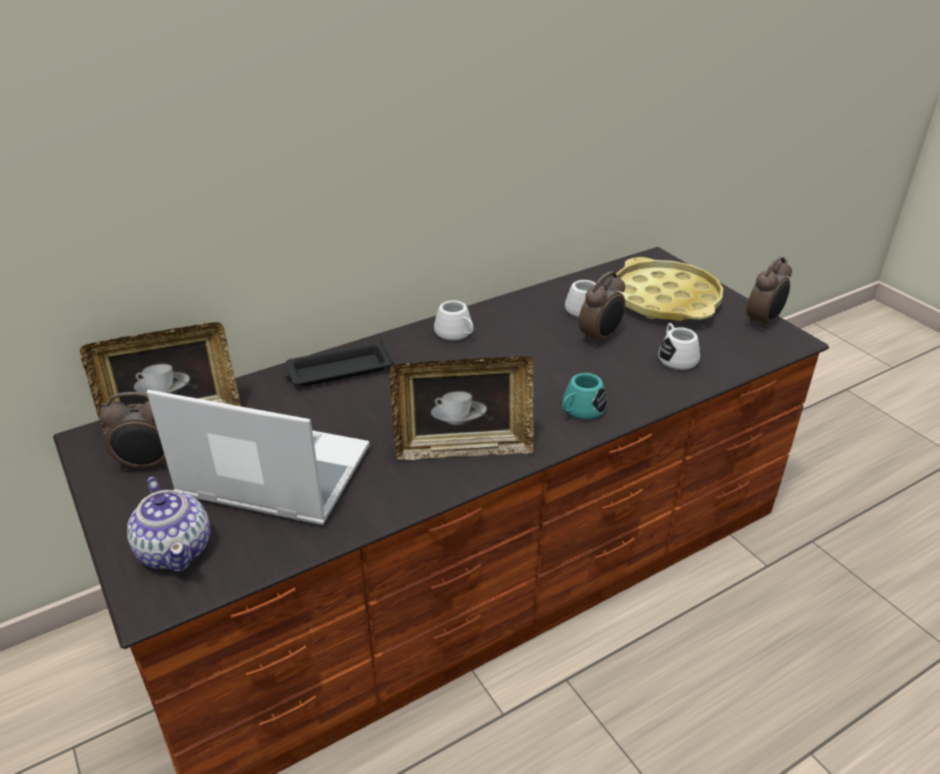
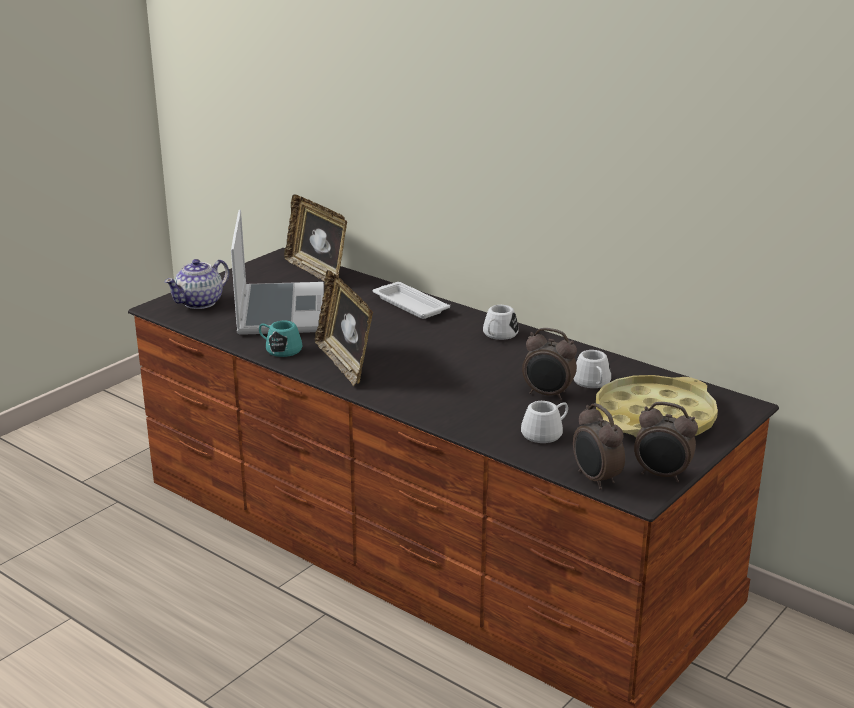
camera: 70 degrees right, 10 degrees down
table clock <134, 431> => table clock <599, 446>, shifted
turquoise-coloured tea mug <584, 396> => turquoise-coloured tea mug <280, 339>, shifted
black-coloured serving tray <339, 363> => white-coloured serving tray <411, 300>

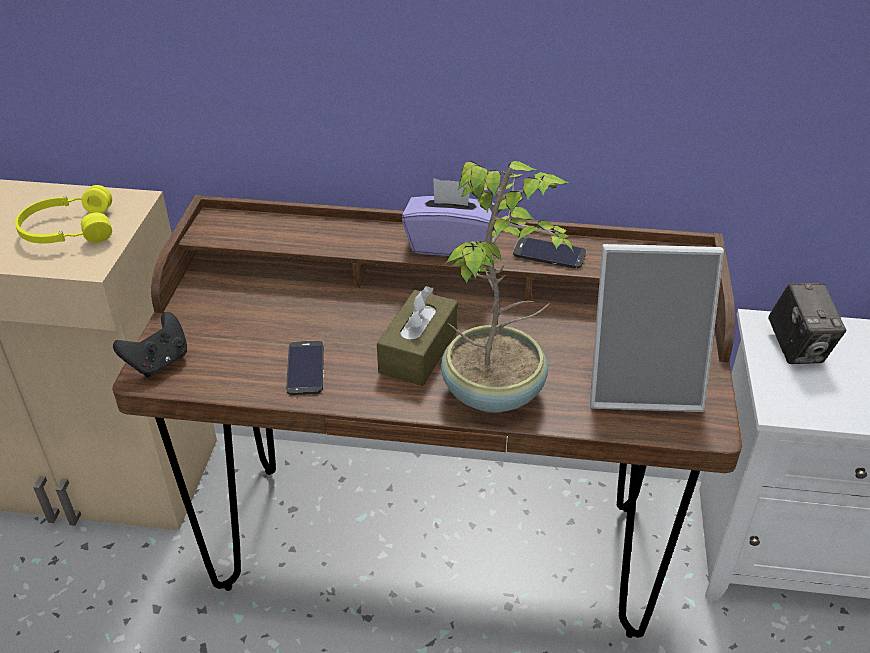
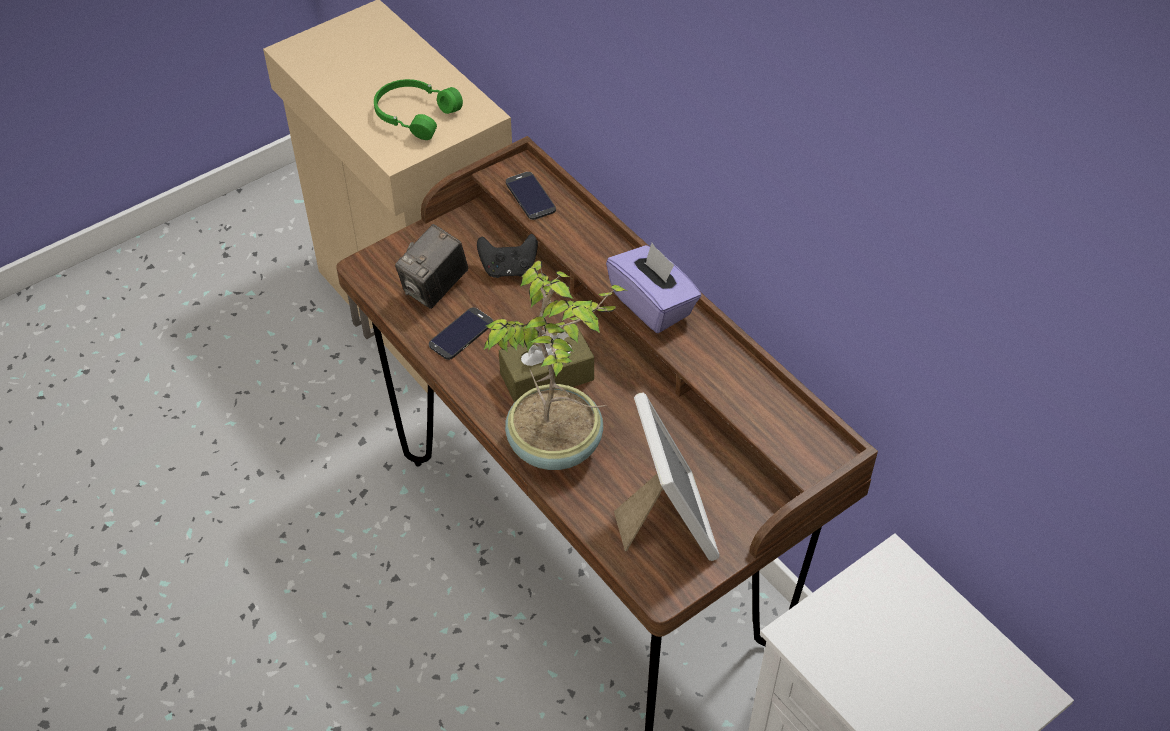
camera: 45 degrees right, 10 degrees up
black-coloured game controller <150, 344> => black-coloured game controller <507, 256>, shifted
handset <549, 253> => handset <531, 196>, shifted
still camera <807, 323> => still camera <431, 266>, shifted
yellow pair of headphones <63, 214> => greenish pair of headphones <418, 109>
standing frame <657, 328> => standing frame <666, 477>, 150 degrees counterclockwise

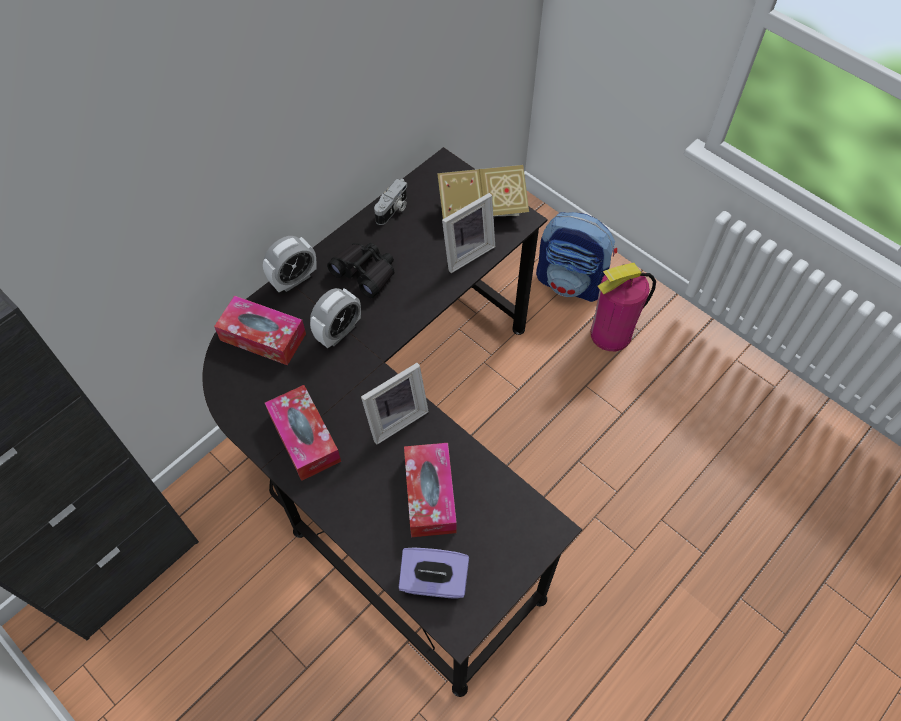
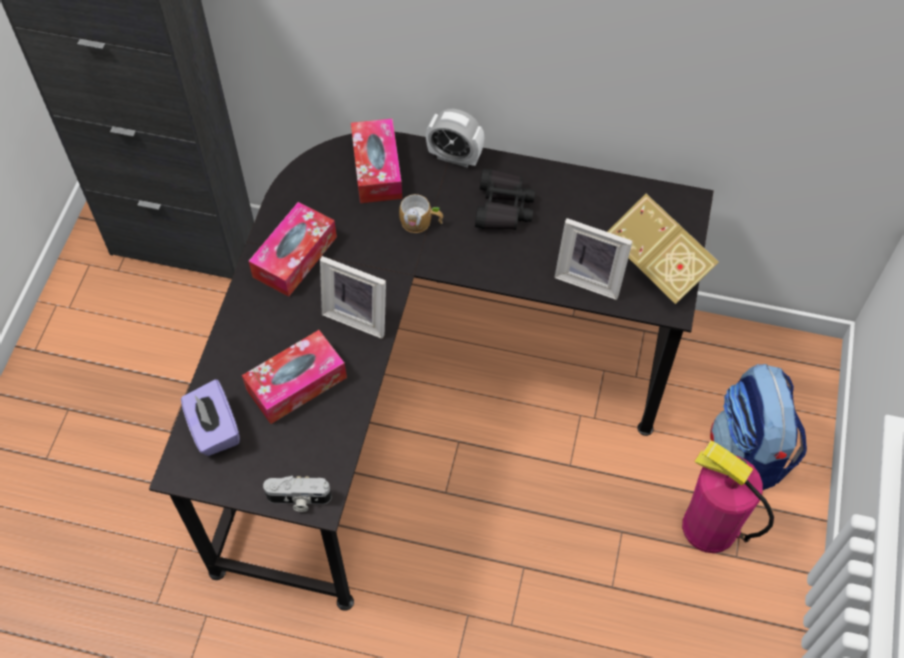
camera: 60 degrees right, 0 degrees up
still camera <390, 202> => still camera <297, 494>, shifted
table clock <335, 318> => tea mug <421, 213>

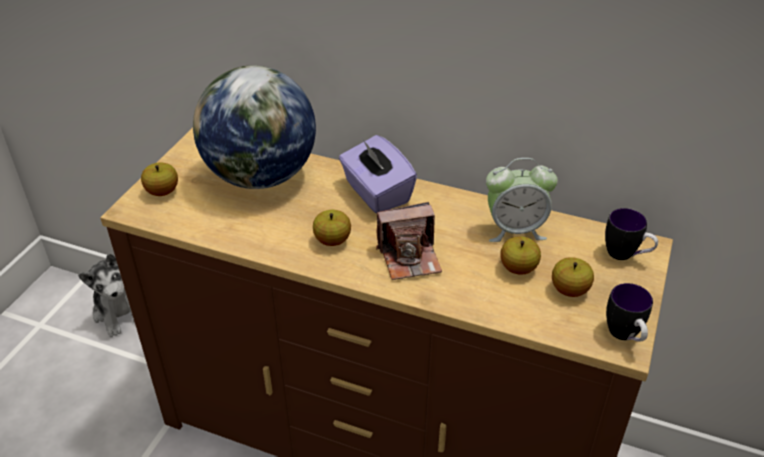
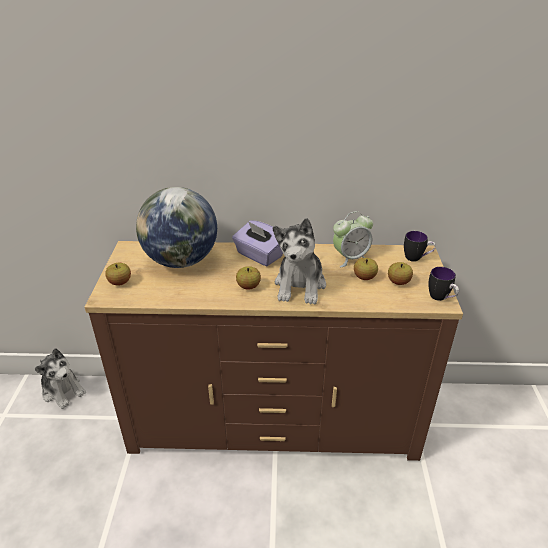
camera: 20 degrees left, 5 degrees down
still camera <409, 241> => plush toy <299, 261>

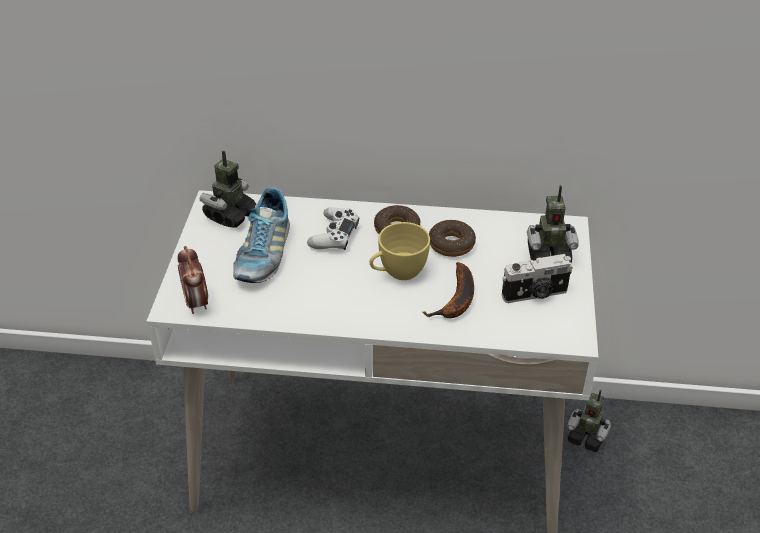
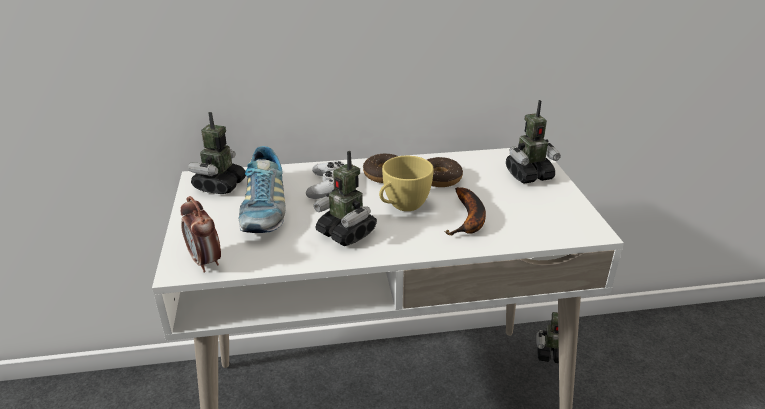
camera: 15 degrees left, 10 degrees down
still camera <537, 278> => nothing
nothing => model robot <345, 198>

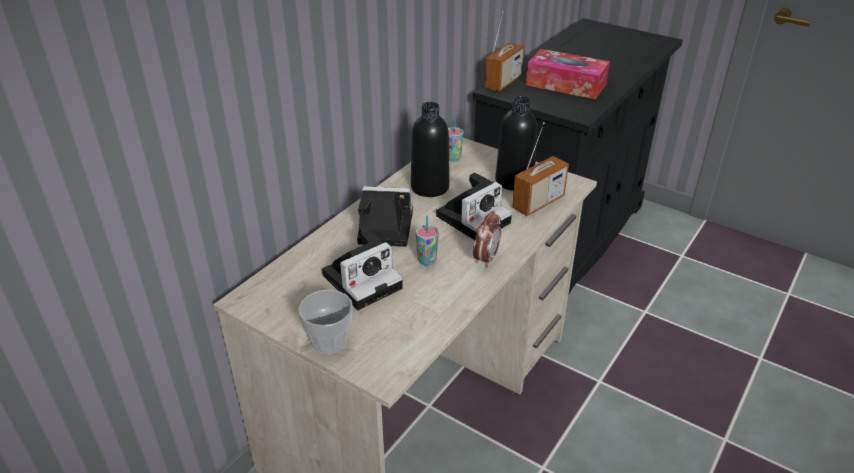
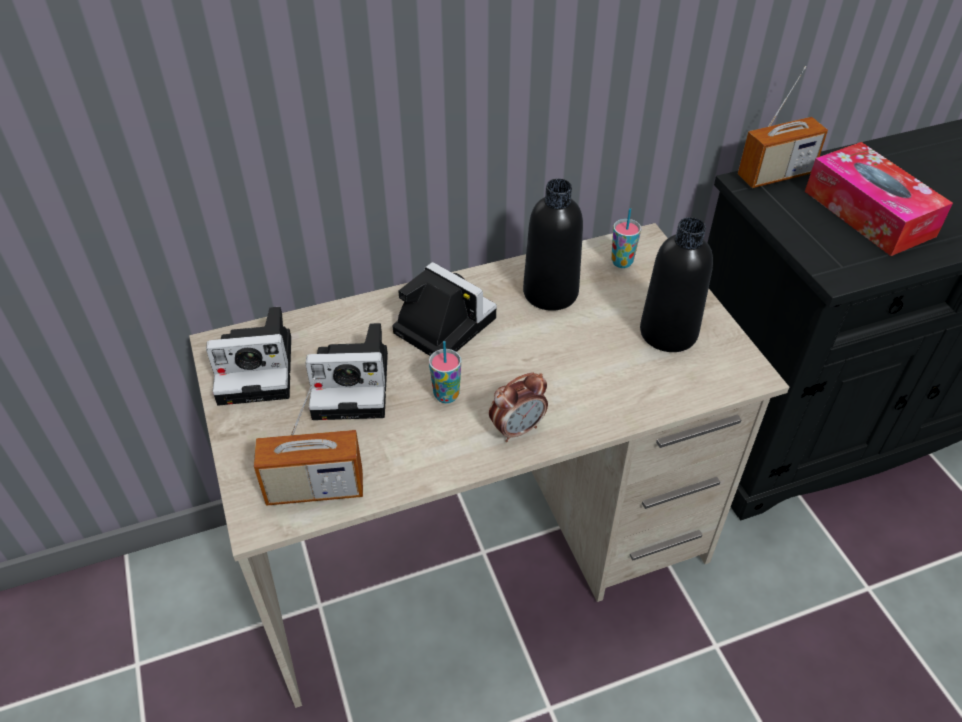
camera: 35 degrees right, 10 degrees up
drinking cup <325, 322> => nothing
still camera <474, 206> => still camera <248, 356>, shifted
radio receiver <540, 169> => radio receiver <308, 442>, shifted

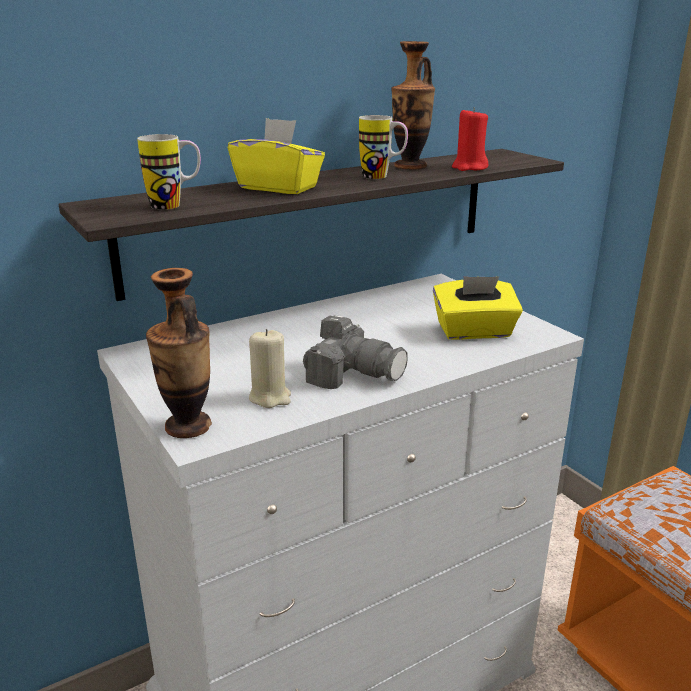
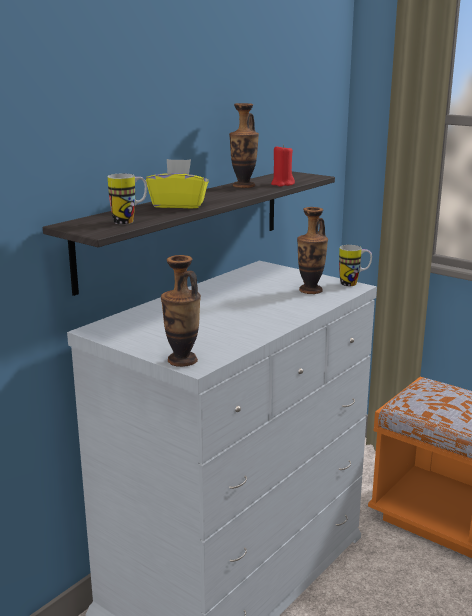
camera: 20 degrees left, 5 degrees down
sand-coloured wax candle <270, 368> => nothing
still camera <355, 352> => nothing
tea mug <383, 147> => tea mug <355, 265>, shifted
yellow tissue box <478, 308> => vase <312, 250>

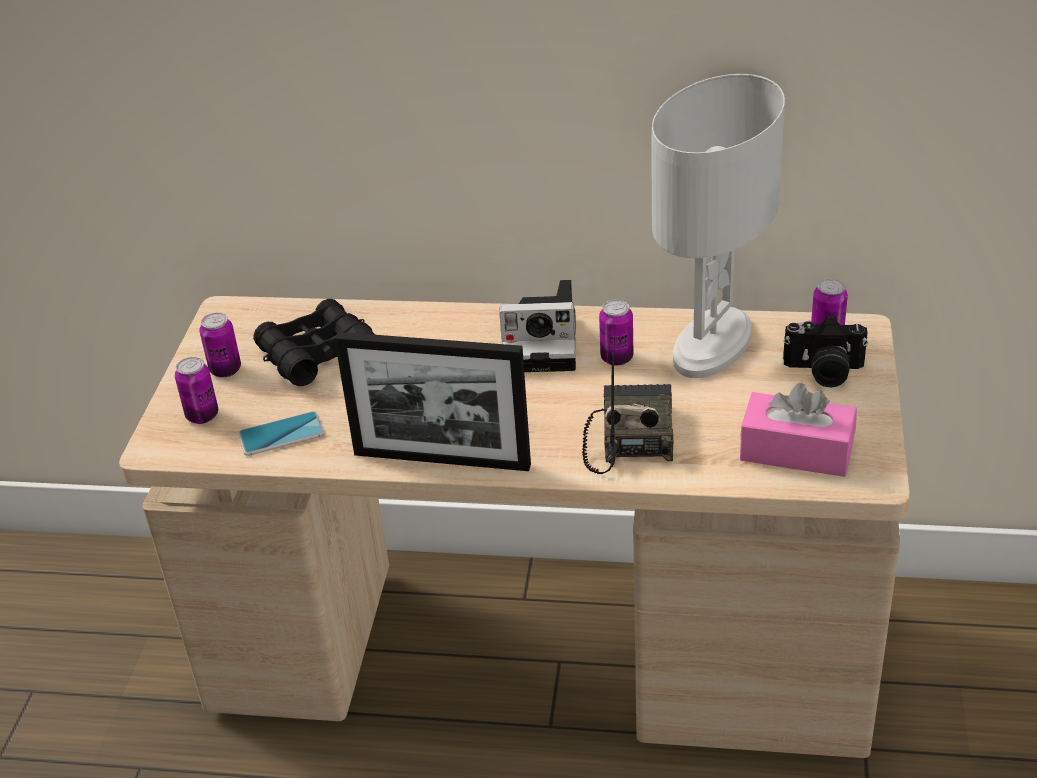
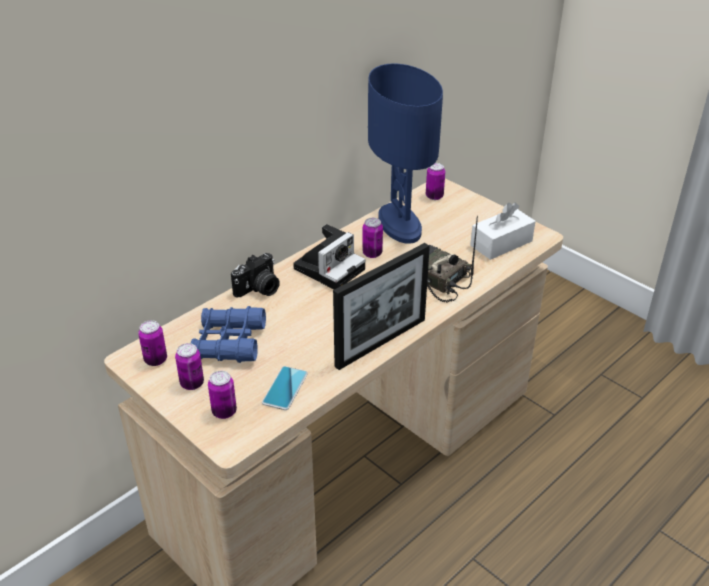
camera: 55 degrees left, 0 degrees up
nothing => sealed can <152, 343>
still camera <825, 351> => still camera <255, 275>, shifted
black-coloured pair of binoculars <314, 342> => blue pair of binoculars <228, 334>
white-coloured lamp for a table <718, 226> => blue lamp for a table <405, 154>
pinkish tissue box <798, 430> => white-coloured tissue box <503, 231>

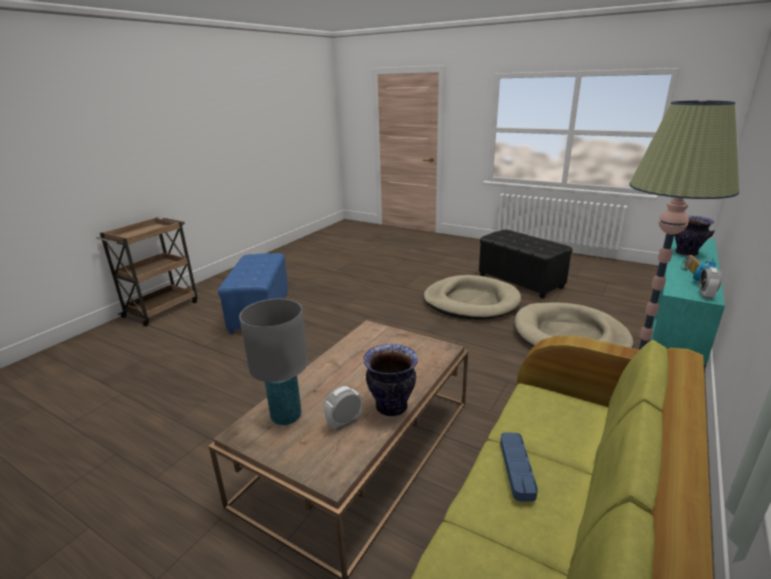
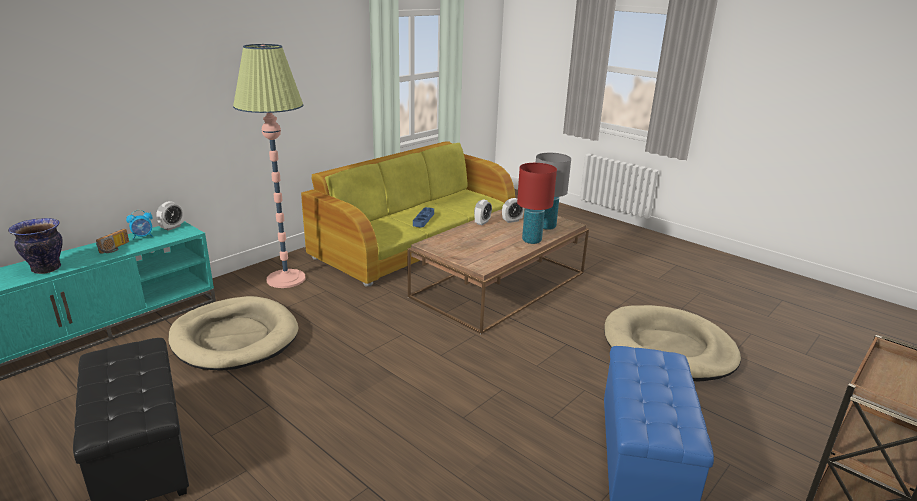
camera: 170 degrees left, 0 degrees up
nothing => red lamp for a table <537, 203>
sand-coloured dog bed <472, 297> => sand-coloured dog bed <672, 343>, shifted
vase <391, 380> => table clock <483, 212>

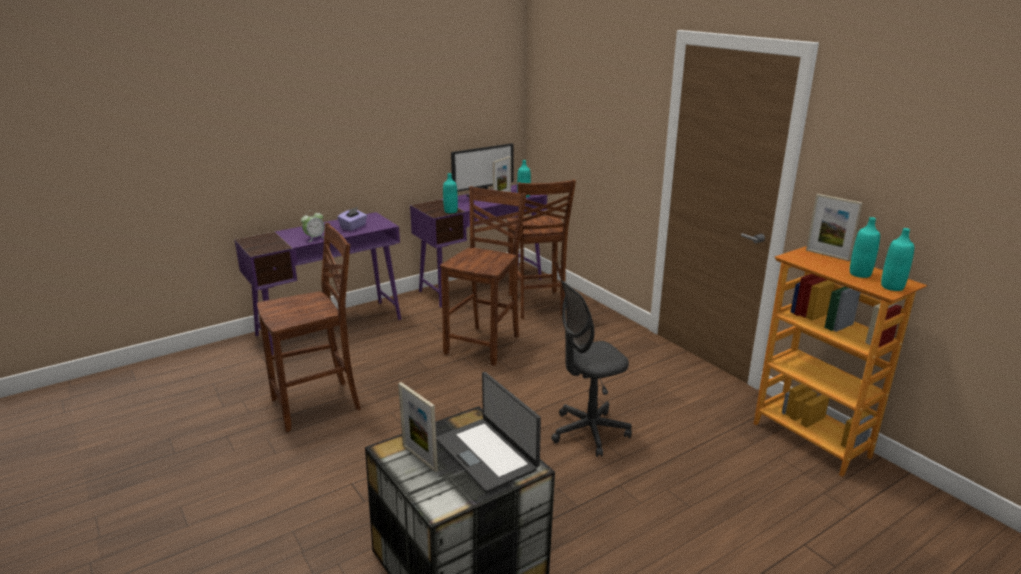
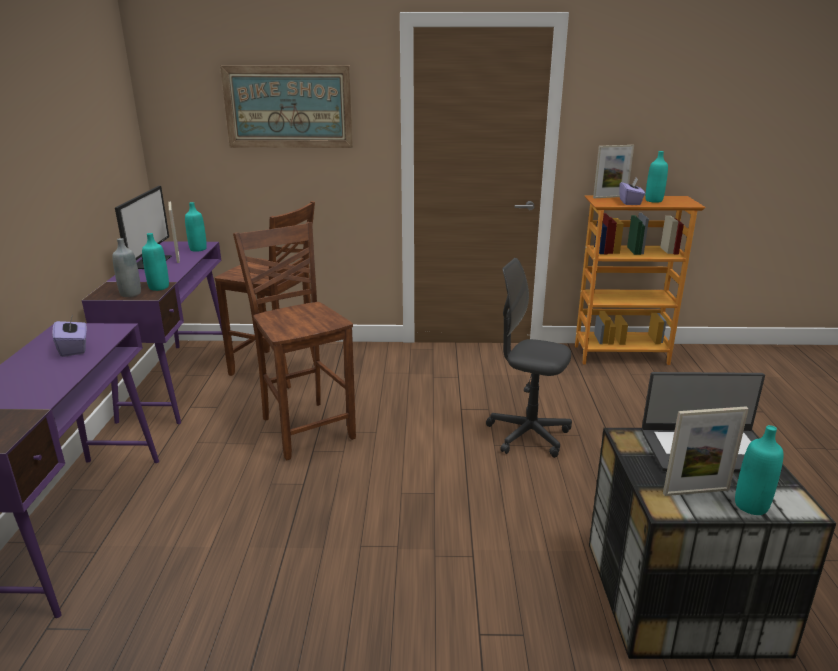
camera: 55 degrees left, 0 degrees up
brown plain chair <309, 327> => nothing
table clock <313, 226> => nothing
nothing => gray beverage bottle <126, 267>
nothing => picture <286, 107>
nothing => purple tissue box <632, 191>
turquoise-coloured beverage bottle <897, 259> => turquoise-coloured beverage bottle <759, 470>, shifted
gray desk chair <591, 368> => gray desk chair <529, 358>, 105 degrees clockwise

